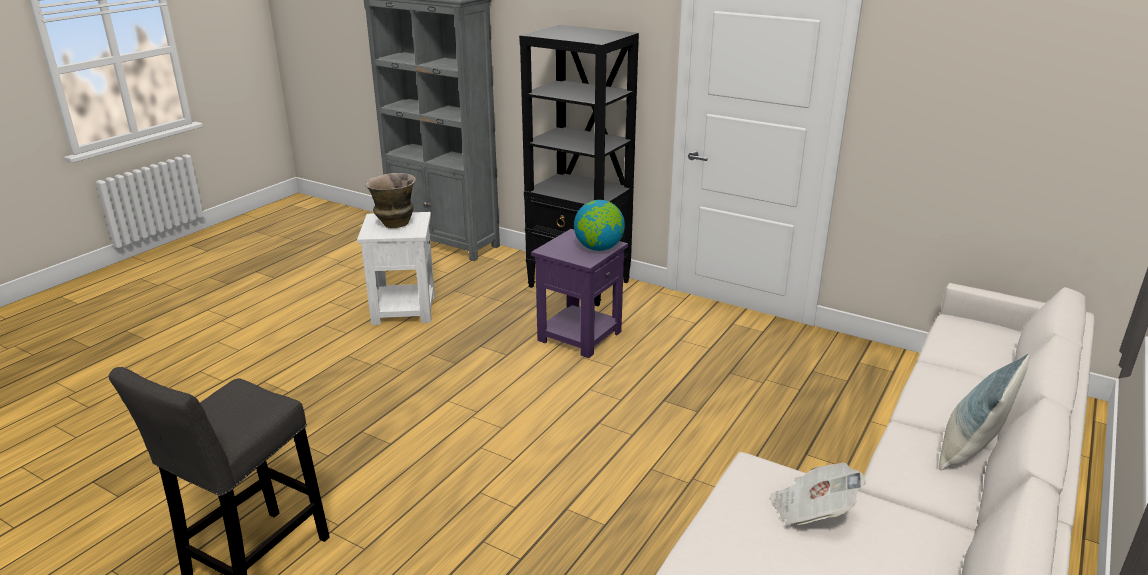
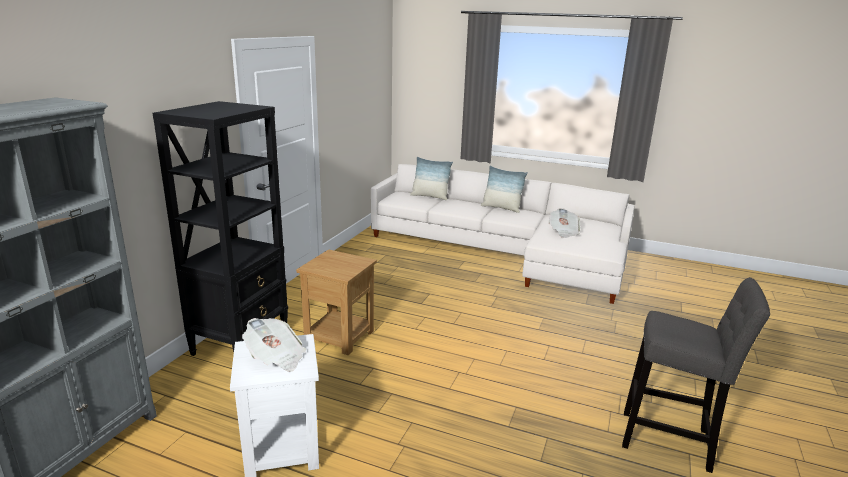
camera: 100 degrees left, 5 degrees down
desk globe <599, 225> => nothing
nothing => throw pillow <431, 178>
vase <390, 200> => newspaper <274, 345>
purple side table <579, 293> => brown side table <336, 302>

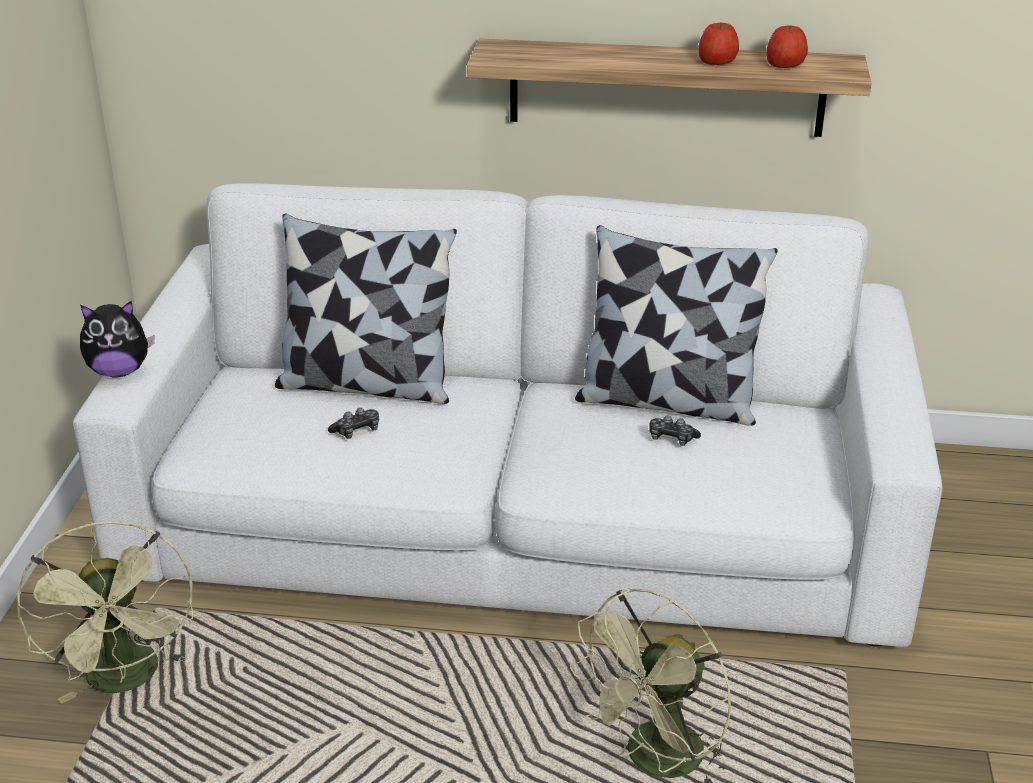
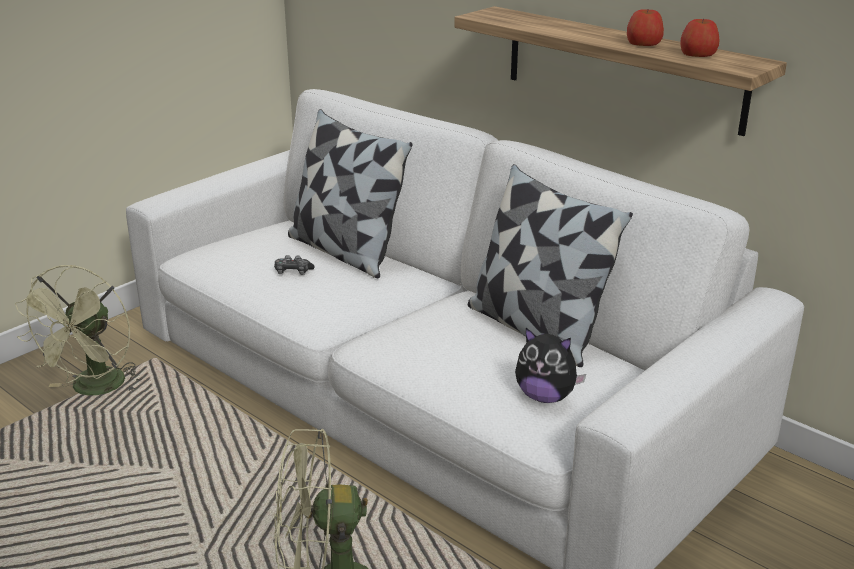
camera: 35 degrees right, 5 degrees down
game controller <675, 430> => nothing
plush toy <117, 339> => plush toy <550, 365>, shifted

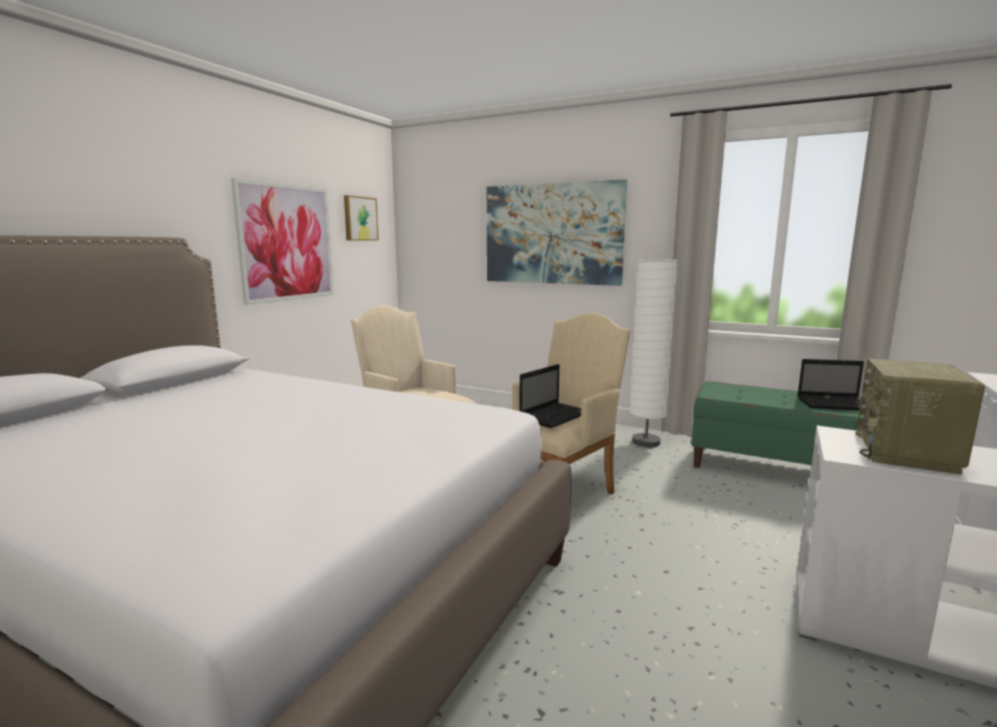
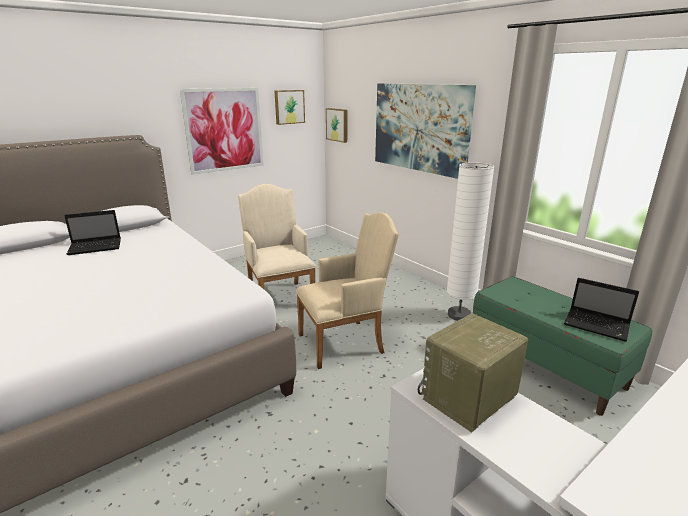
camera: 25 degrees right, 10 degrees up
nothing => picture <336, 125>
notebook computer <550, 396> => notebook computer <92, 232>, shifted

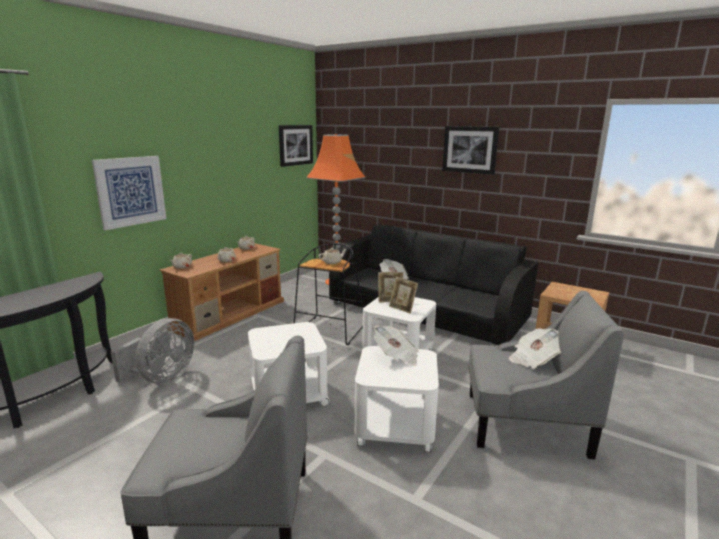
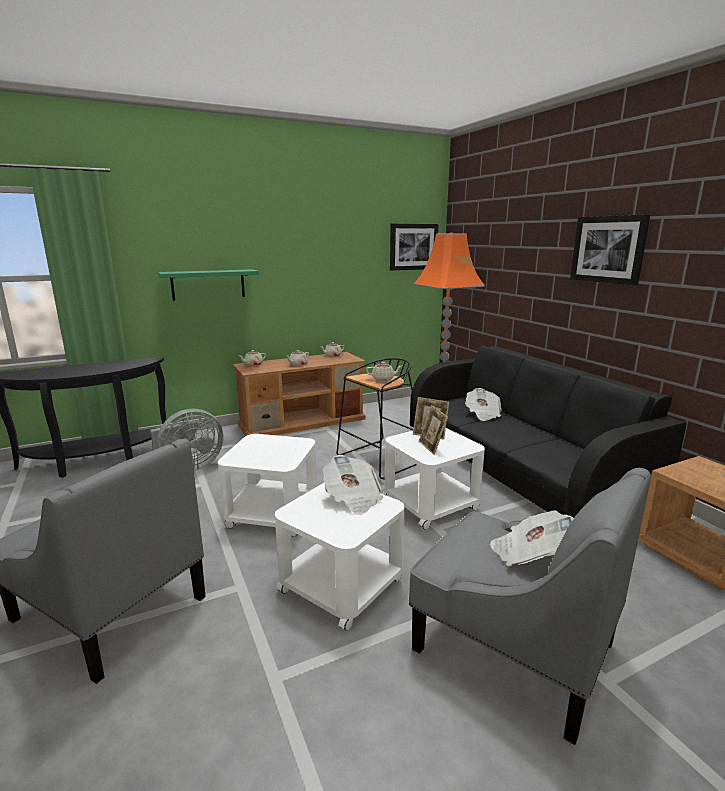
camera: 30 degrees right, 0 degrees up
picture <129, 193> => greenish bracket shelf <208, 285>

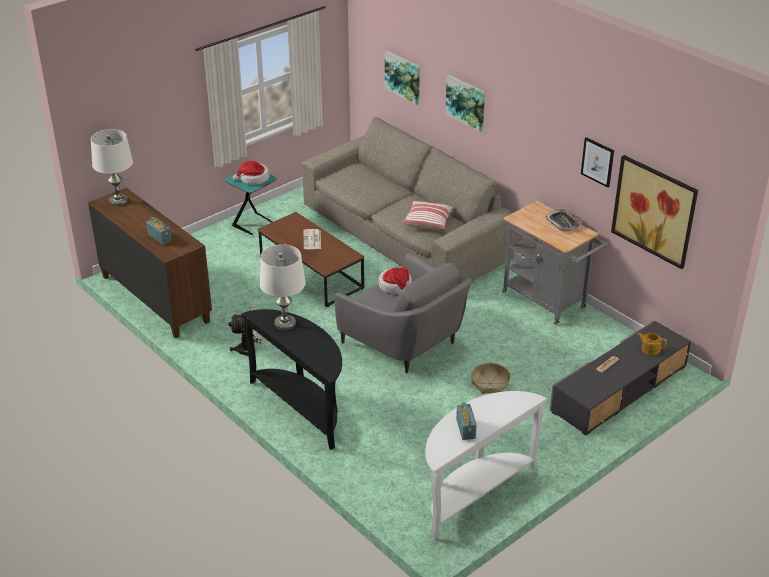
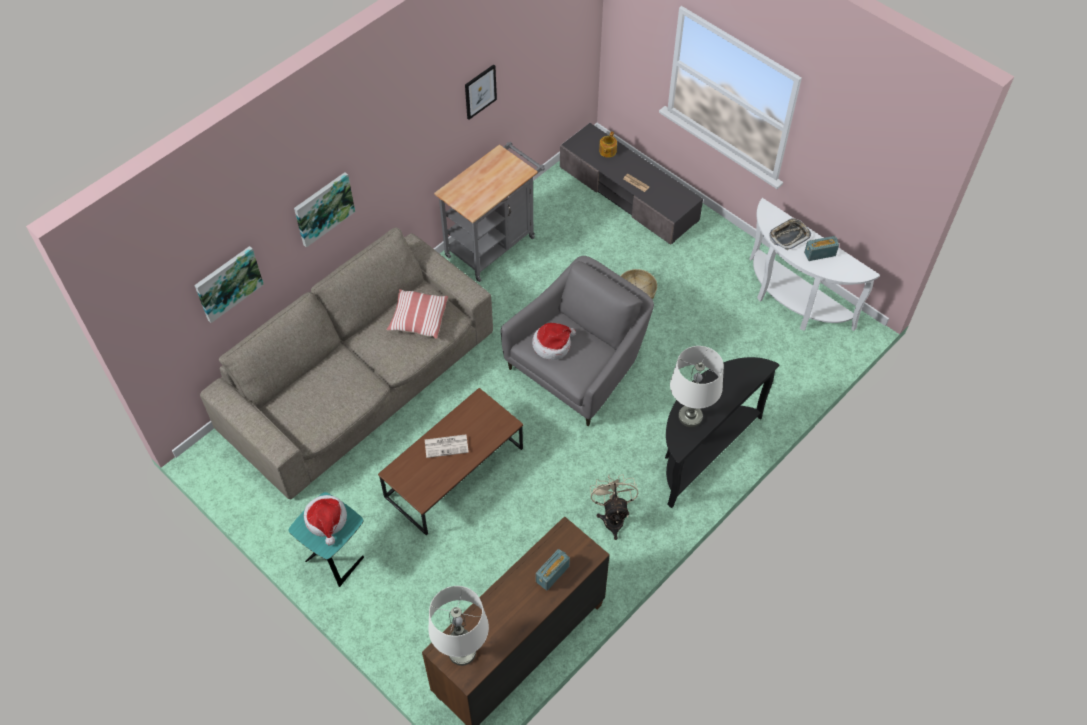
camera: 95 degrees left, 20 degrees up
picture <654, 212> => nothing
serving tray <563, 220> => serving tray <790, 234>, shifted

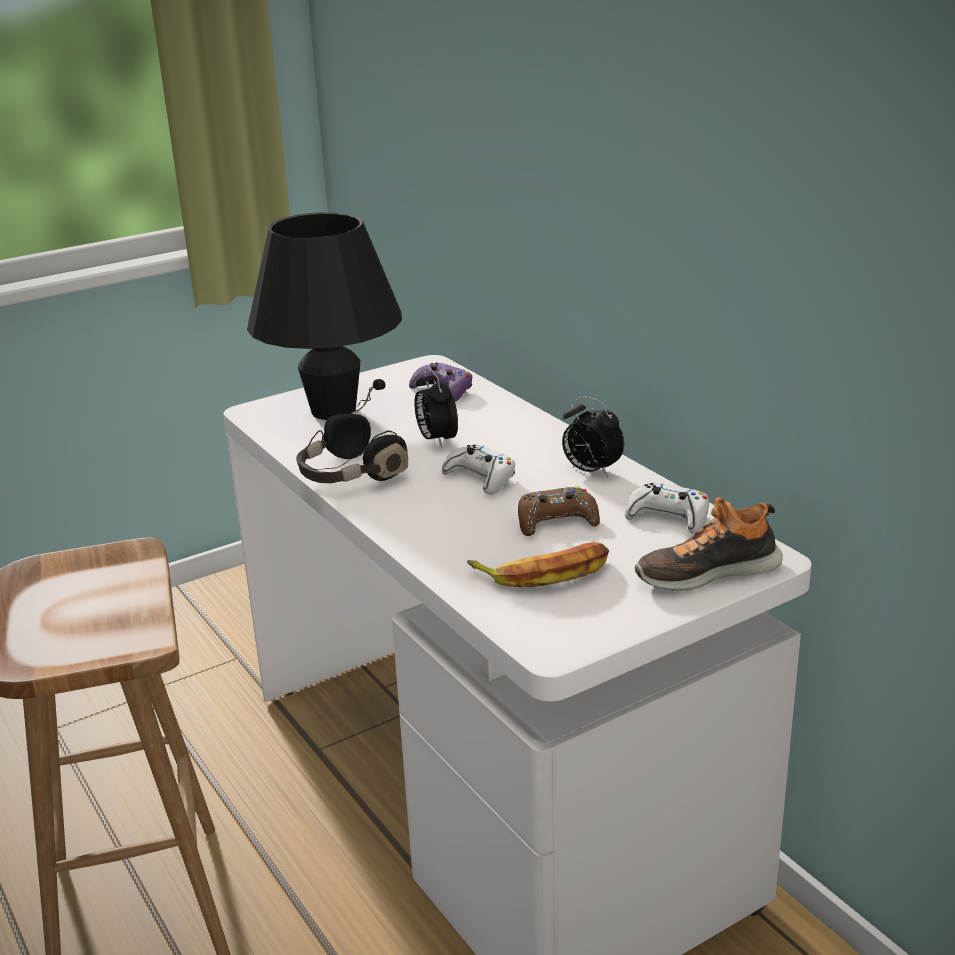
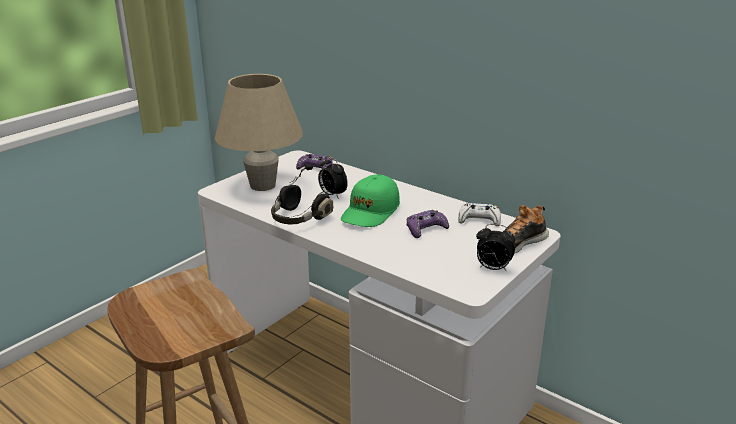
camera: 20 degrees left, 0 degrees up
whole banana <538, 564> => nothing
table clock <593, 437> => table clock <496, 248>, shifted
white-coloured game controller <478, 469> => greenish peaked cap <370, 200>
black-coloured lamp for a table <324, 316> => sand-coloured lamp for a table <259, 132>
brown game controller <559, 511> => purple game controller <428, 224>

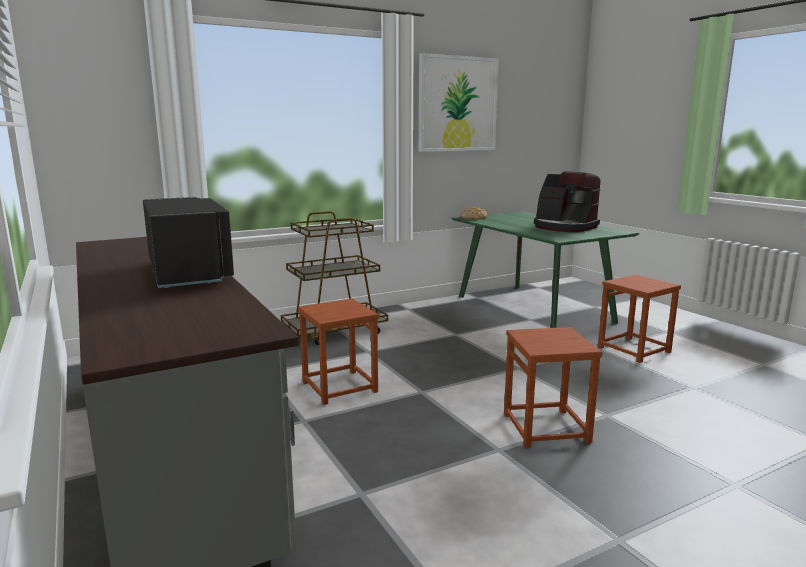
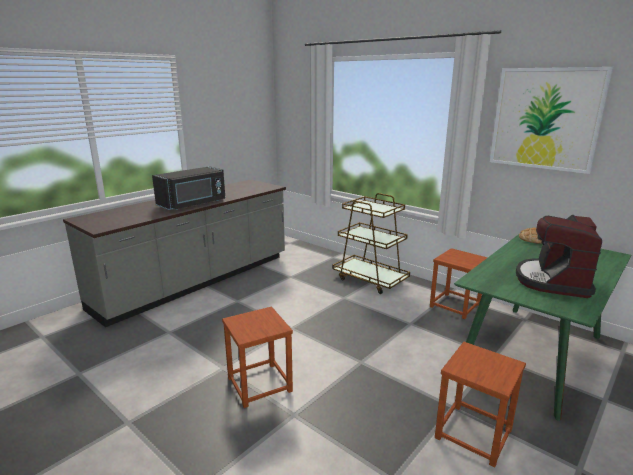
camera: 70 degrees right, 5 degrees up
brown stool <338, 352> => brown stool <459, 283>, shifted

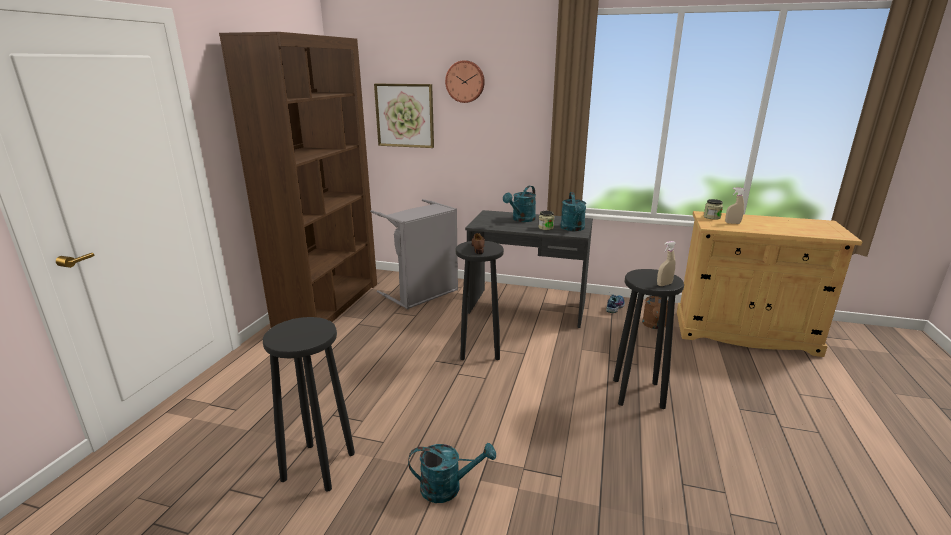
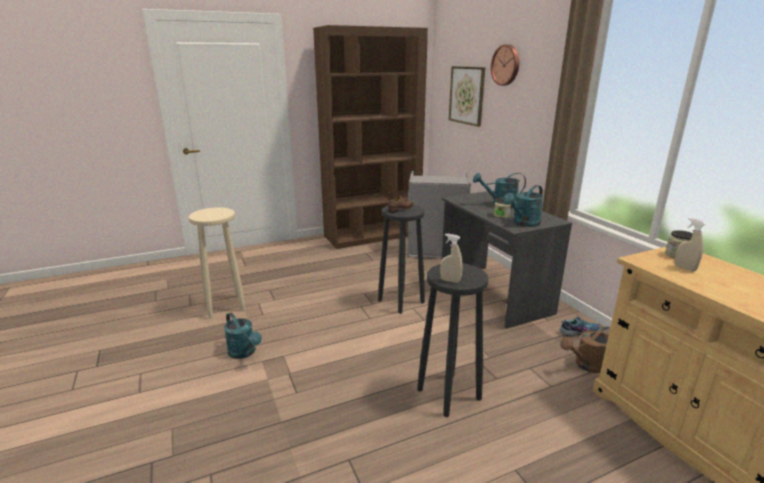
camera: 50 degrees right, 0 degrees up
black-coloured stool <309, 404> => sand-coloured stool <217, 263>

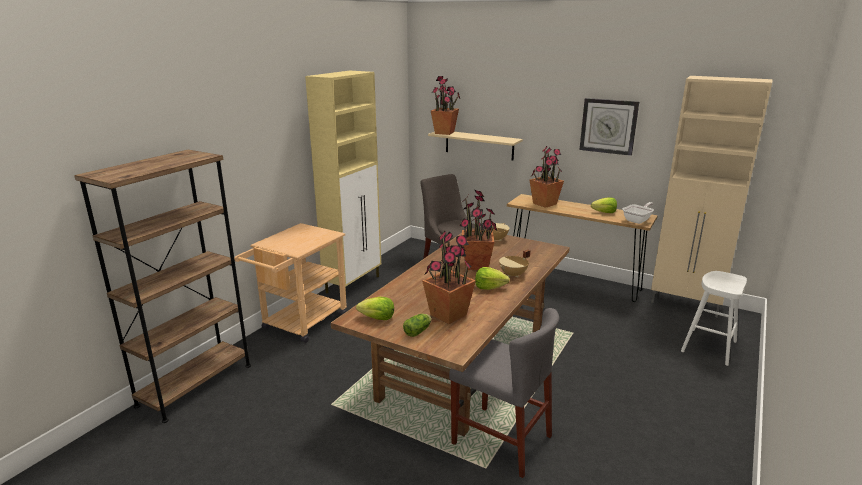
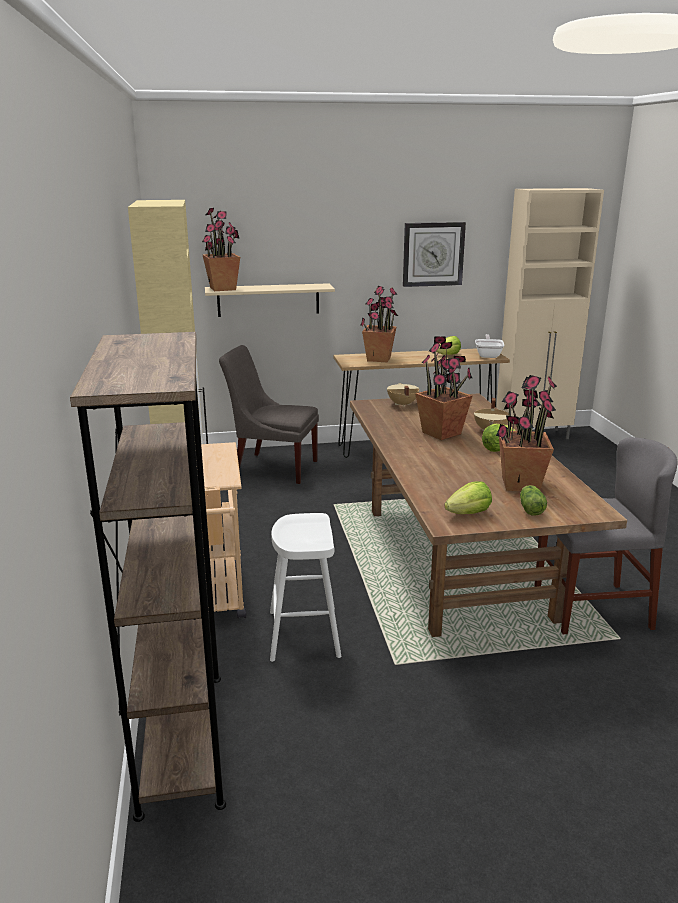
camera: 40 degrees left, 0 degrees up
white-coloured stool <714, 318> => white-coloured stool <305, 587>, shifted

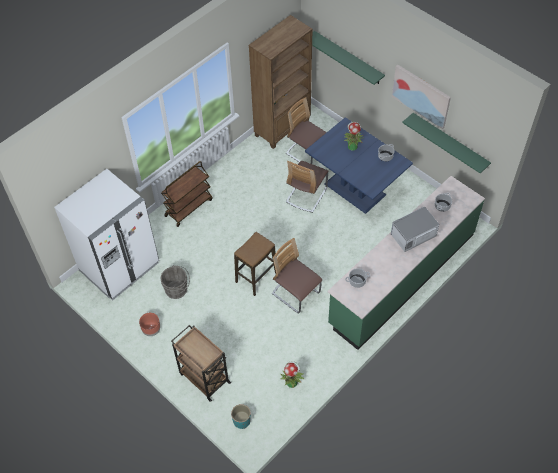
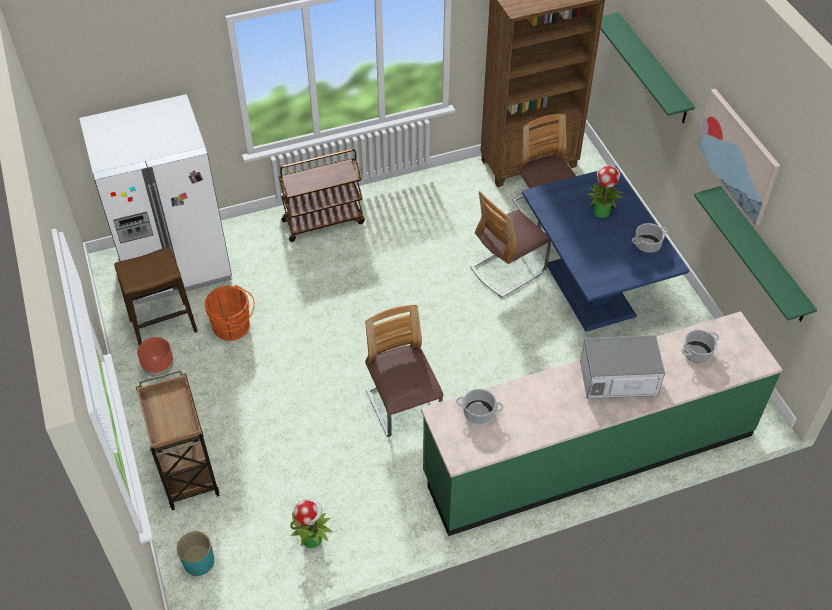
camera: 25 degrees right, 5 degrees down
stool <255, 264> => stool <156, 296>, shifted
gray pail <175, 282> => orange pail <230, 313>

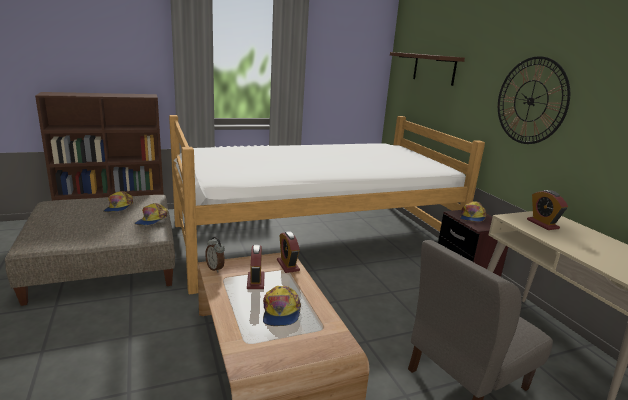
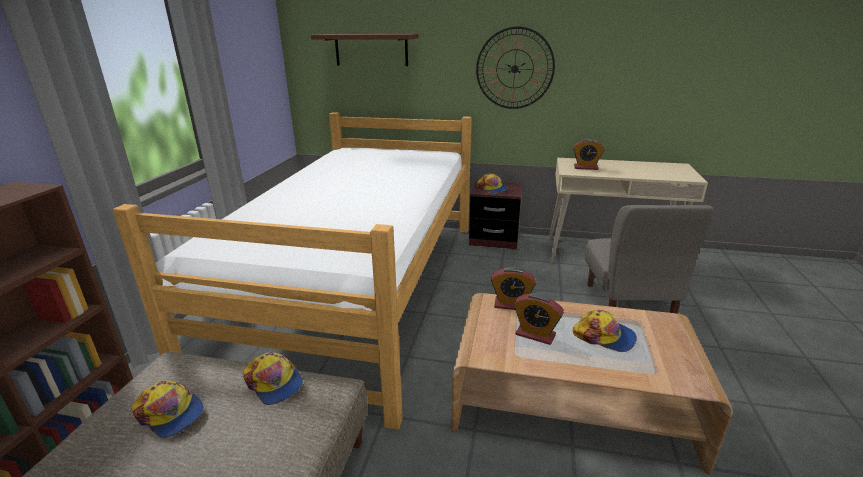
camera: 55 degrees left, 5 degrees up
table clock <215, 254> => nothing

